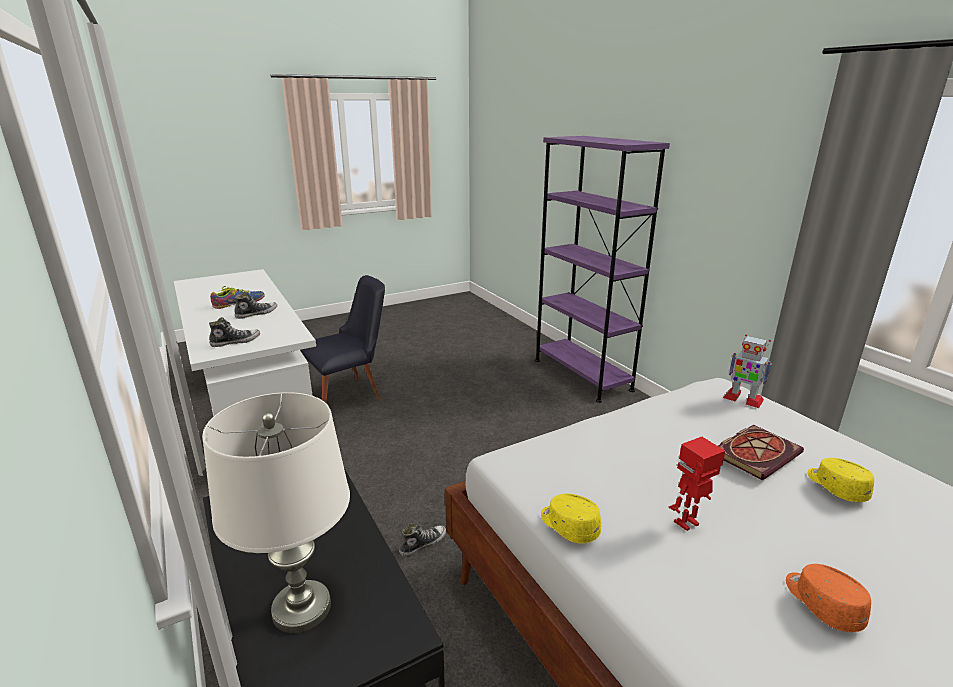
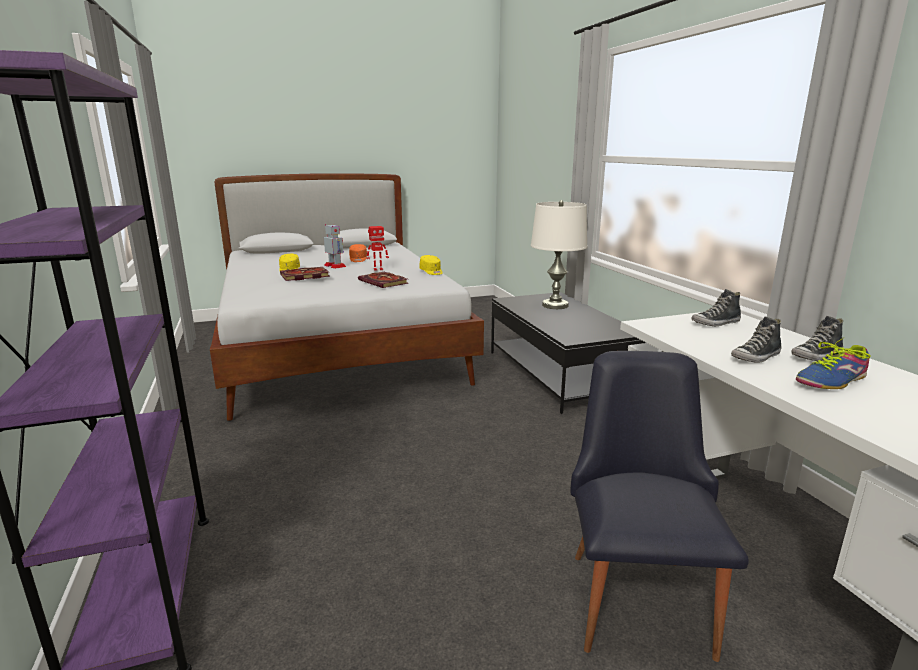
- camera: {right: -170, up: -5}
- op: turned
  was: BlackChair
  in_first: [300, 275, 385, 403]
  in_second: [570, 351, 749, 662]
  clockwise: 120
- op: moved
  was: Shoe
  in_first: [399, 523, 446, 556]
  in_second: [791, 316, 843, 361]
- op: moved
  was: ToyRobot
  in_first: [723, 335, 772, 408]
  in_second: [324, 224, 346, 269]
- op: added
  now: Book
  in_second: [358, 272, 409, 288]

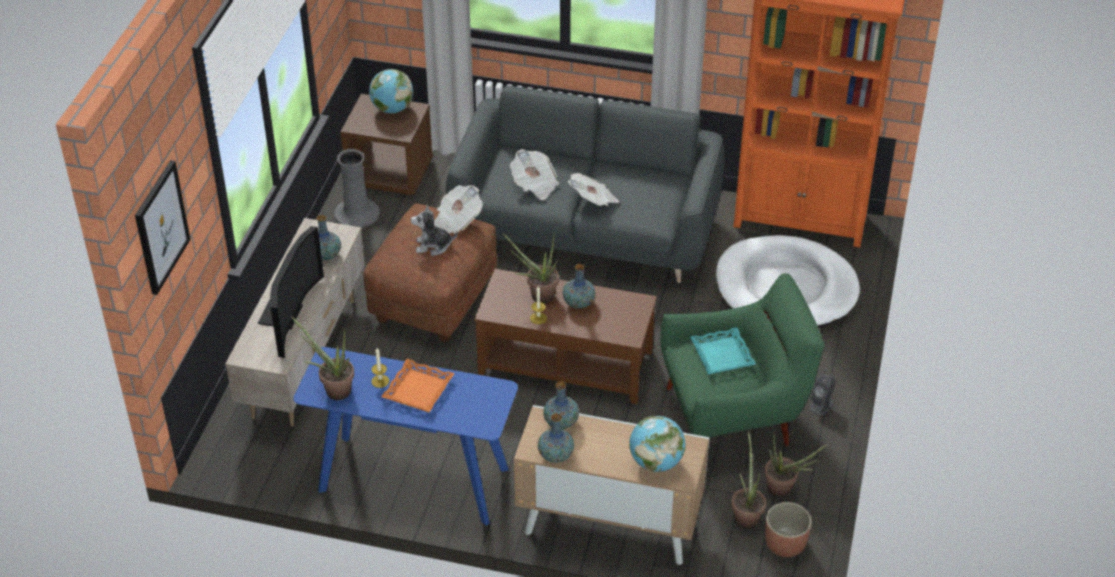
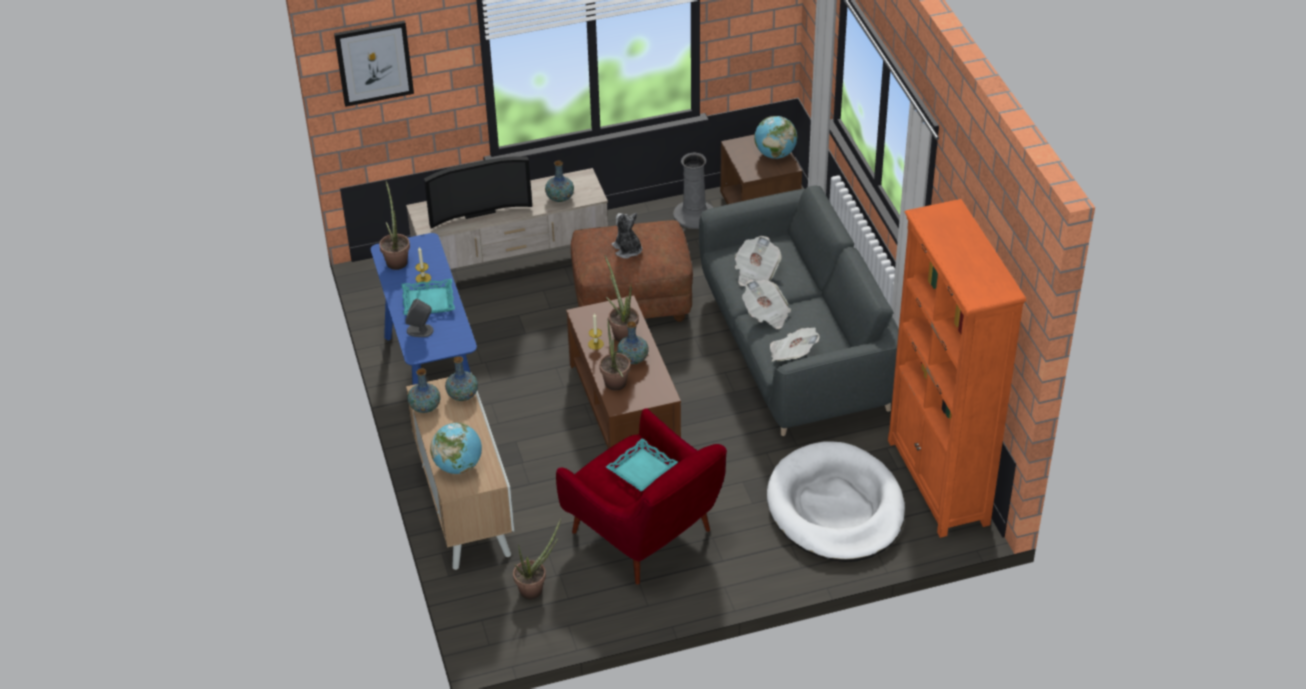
- camera: {right: 60, up: 0}
- op: recoloured
  was: OrangeTray
  now: TurquoiseTray
  in_first: [381, 359, 455, 412]
  in_second: [402, 279, 455, 315]
- op: moved
  was: Newspaper
  in_first: [434, 185, 483, 235]
  in_second: [770, 328, 820, 362]
- op: recoloured
  was: GreenArmchair
  now: RedArmchair
  in_first: [661, 273, 825, 446]
  in_second: [556, 408, 727, 584]
- op: moved
  was: PottedPlant
  in_first: [765, 433, 827, 497]
  in_second: [599, 321, 631, 391]
- op: removed
  was: Planter
  in_first: [765, 502, 812, 557]
- op: moved
  was: GreySpeaker
  in_first: [810, 374, 836, 415]
  in_second: [405, 299, 433, 337]

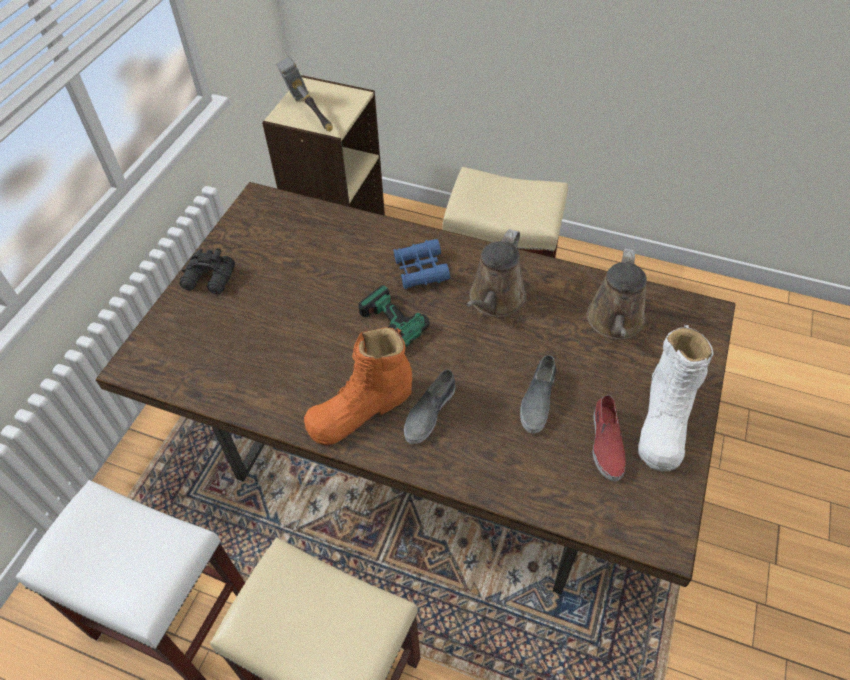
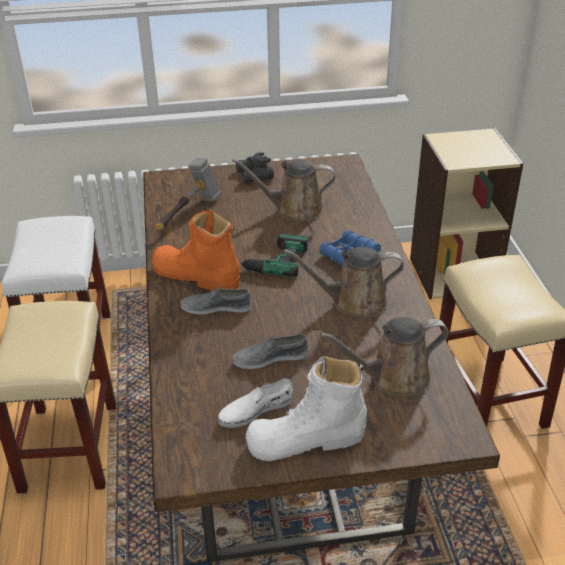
- camera: {right: 60, up: -15}
- op: moved
  was: Hammer
  in_first: [276, 56, 333, 131]
  in_second: [156, 158, 221, 230]
- op: recoloured
  was: RedShoe
  now: WhiteShoe
  in_first: [592, 395, 626, 481]
  in_second: [218, 378, 293, 428]
- op: added
  now: BrownWateringCan
  in_second: [232, 159, 335, 221]

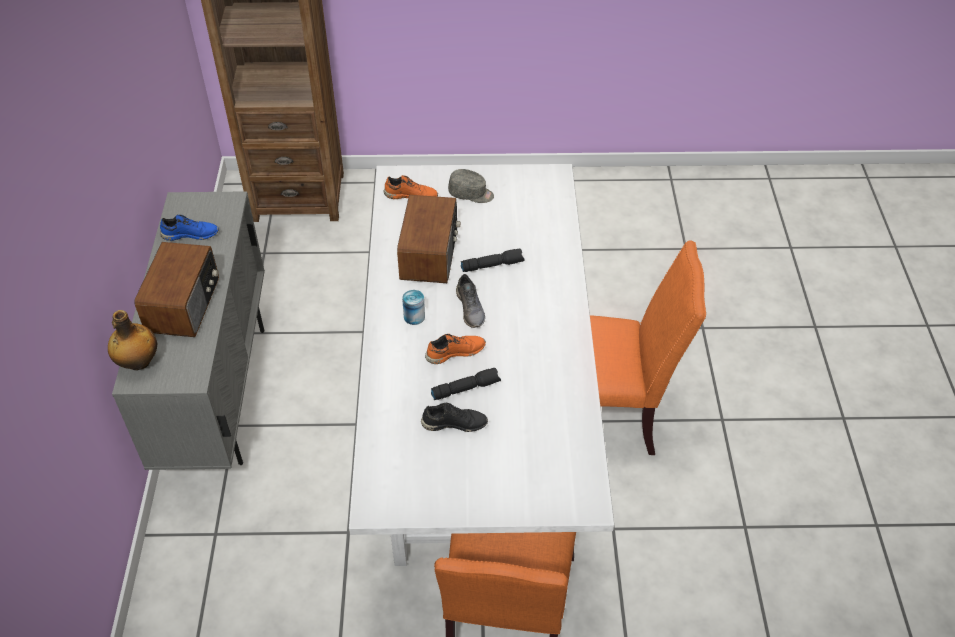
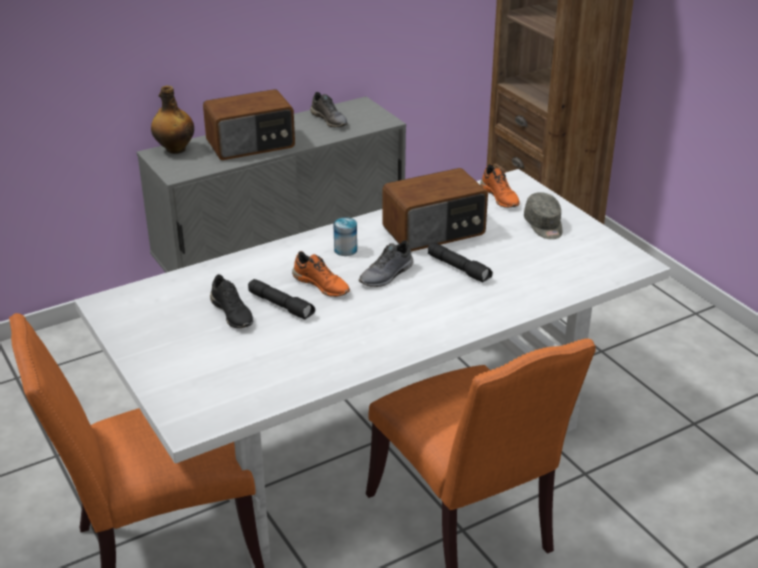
- camera: {right: 60, up: -15}
- op: recoloured
  was: BlueShoe
  now: GreyShoe
  in_first: [160, 215, 219, 241]
  in_second: [310, 92, 348, 127]

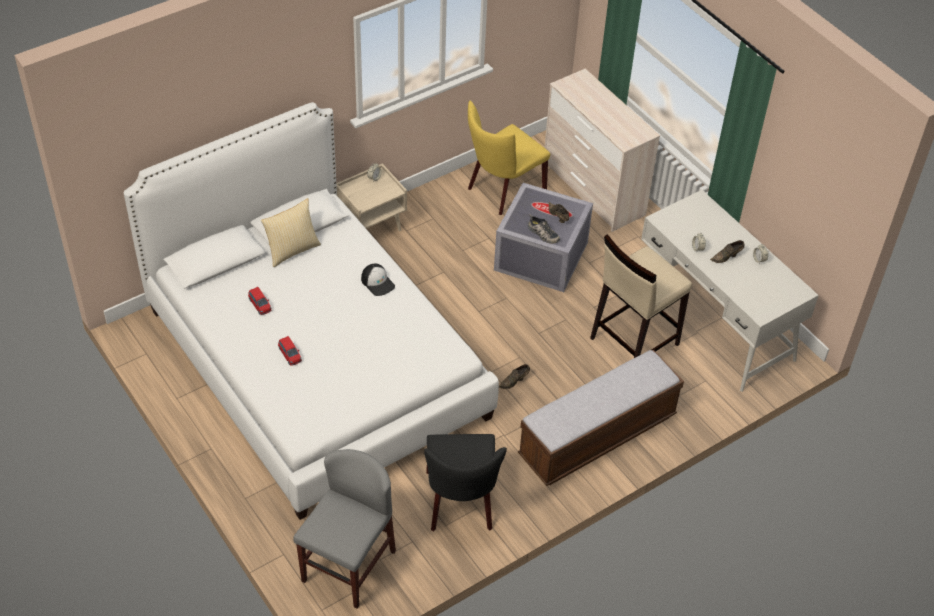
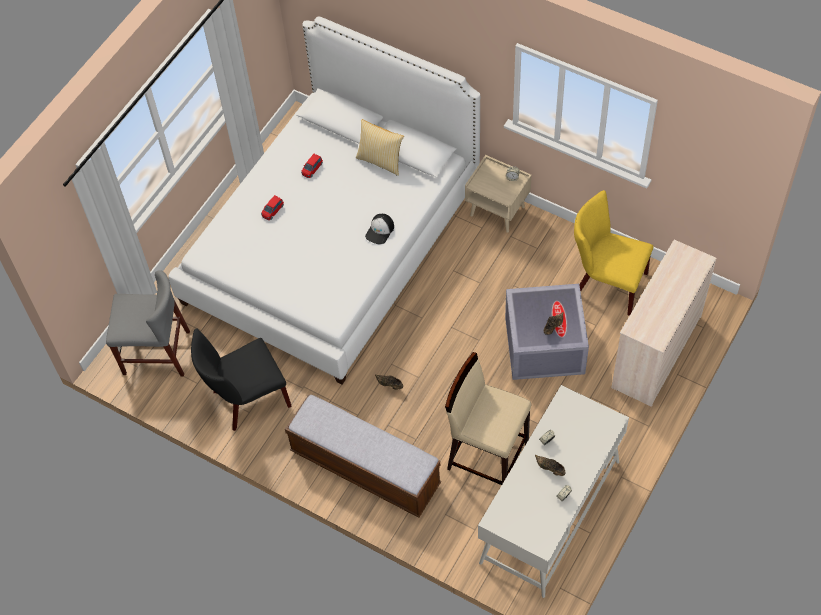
- camera: {right: 70, up: 10}
- op: removed
  was: Shoe
  in_first: [528, 214, 560, 244]

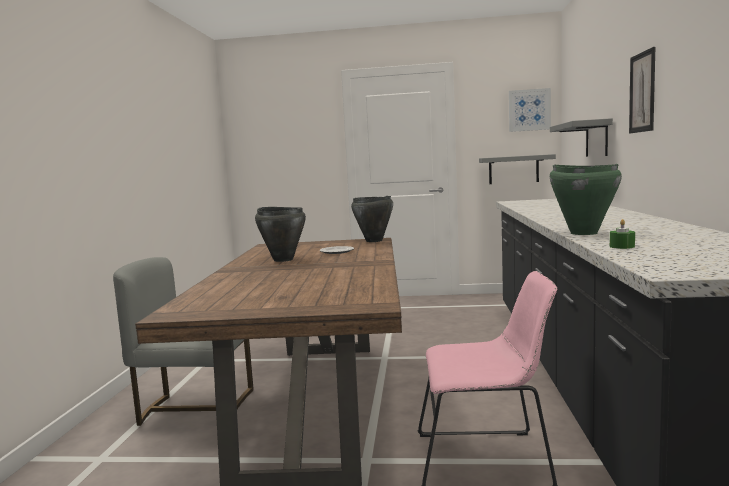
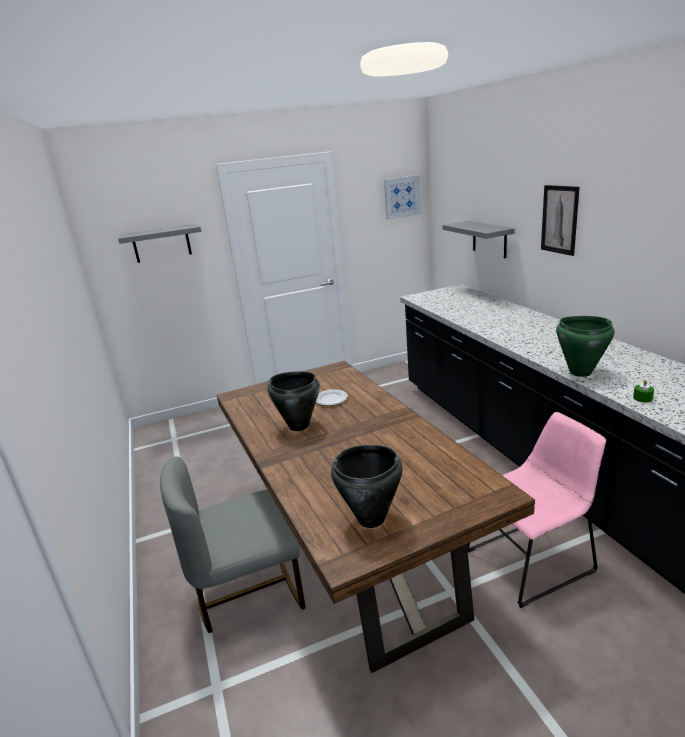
- camera: {right: -25, up: 15}
- op: moved
  was: BlackCookingPot
  in_first: [351, 196, 393, 242]
  in_second: [331, 445, 403, 528]
- op: moved
  was: GreyShelf
  in_first: [479, 154, 556, 184]
  in_second: [118, 224, 201, 263]

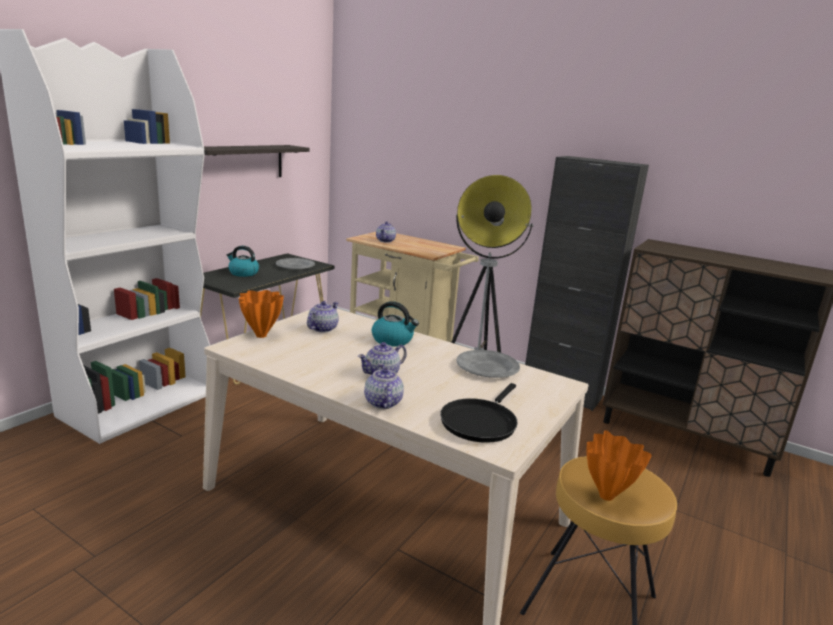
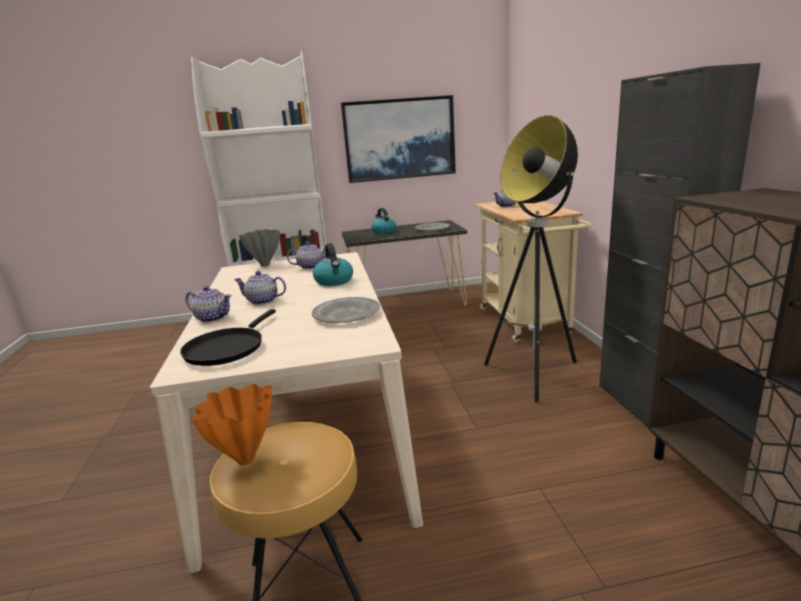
- camera: {right: 50, up: 0}
- op: replaced
  was: Shelf
  now: Picture
  in_first: [201, 145, 309, 183]
  in_second: [341, 95, 456, 183]
- op: recoloured
  was: OrangeVase
  now: GreyVase
  in_first: [239, 290, 284, 338]
  in_second: [239, 229, 280, 267]
- op: turned
  was: Teapot
  in_first: [364, 363, 404, 409]
  in_second: [185, 286, 232, 323]
  clockwise: 75
- op: turned
  was: BlackFryingPan
  in_first: [440, 383, 518, 443]
  in_second: [180, 309, 276, 366]
  clockwise: -60

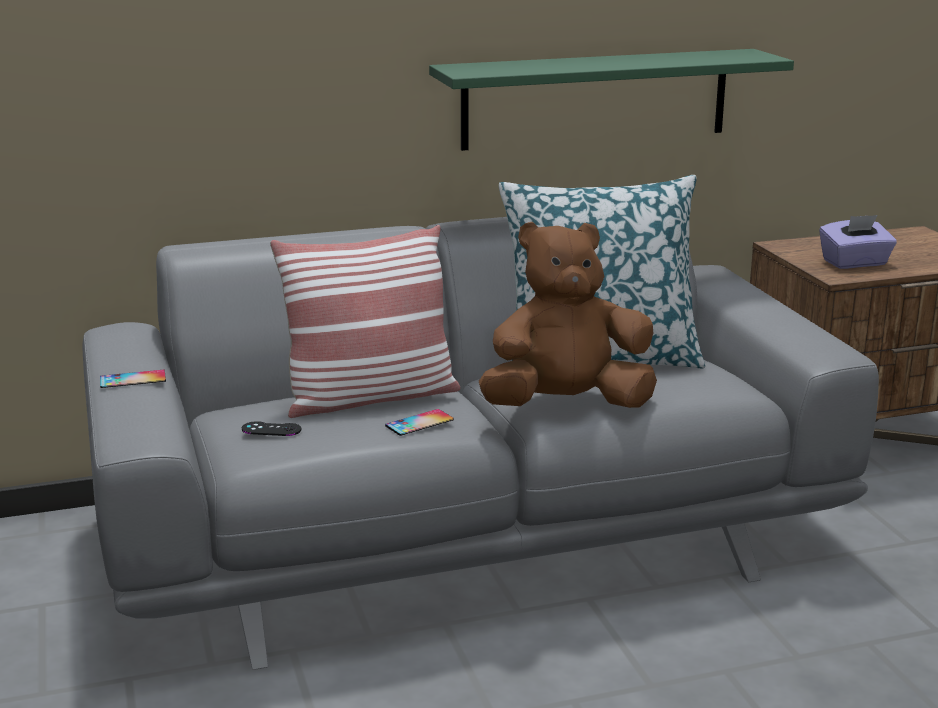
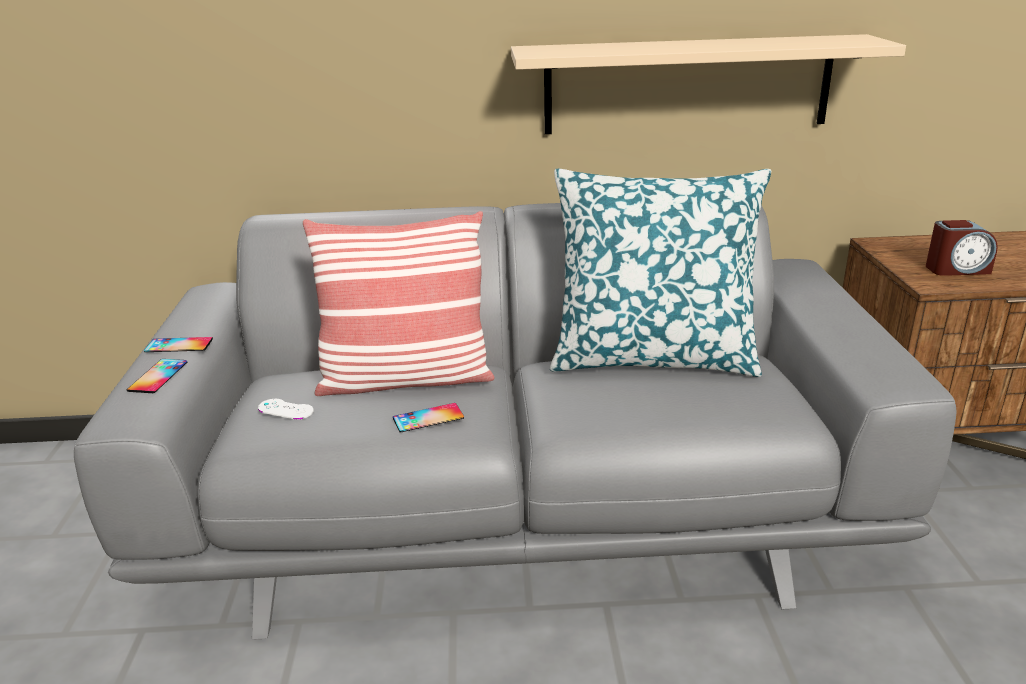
- camera: {right: 15, up: 5}
- op: recoloured
  was: BlackGameController
  now: WhiteGameController
  in_first: [242, 421, 301, 436]
  in_second: [258, 399, 314, 420]
- op: recoloured
  was: GreenShelf
  now: BeigeShelf
  in_first: [429, 49, 794, 151]
  in_second: [511, 34, 906, 134]
- op: removed
  was: BrownPlushToy
  in_first: [479, 222, 657, 408]
- op: replaced
  was: PurpleTissueBox
  now: AlarmClock
  in_first: [819, 215, 897, 269]
  in_second: [926, 220, 998, 276]
- op: added
  now: Phone
  in_second: [127, 359, 187, 393]

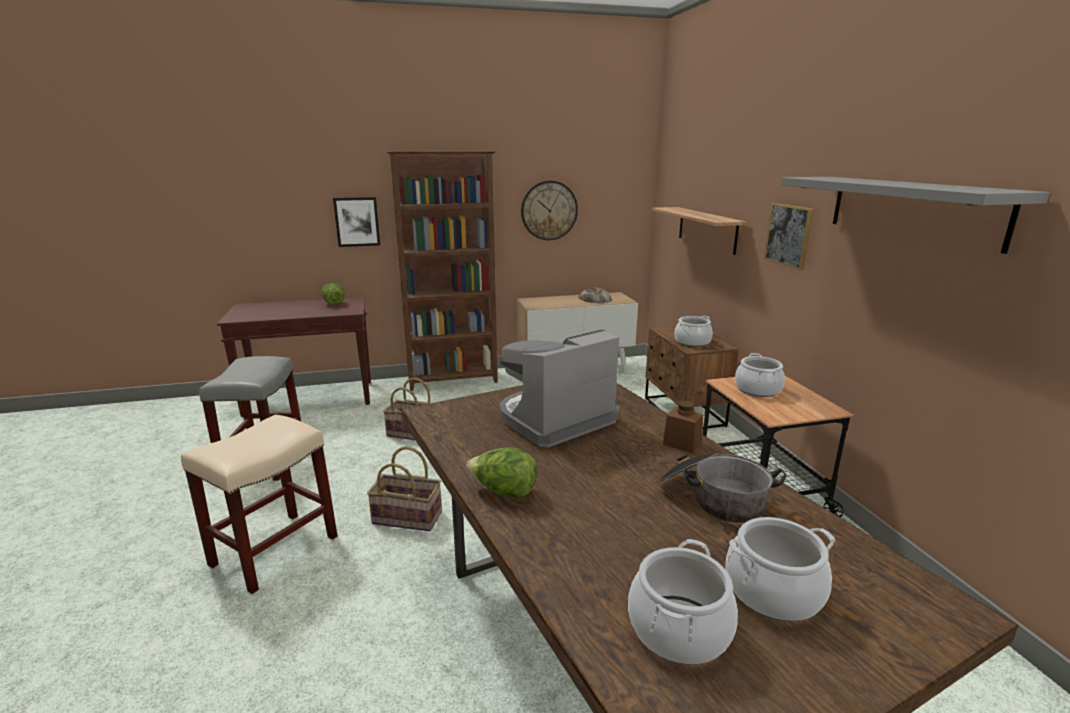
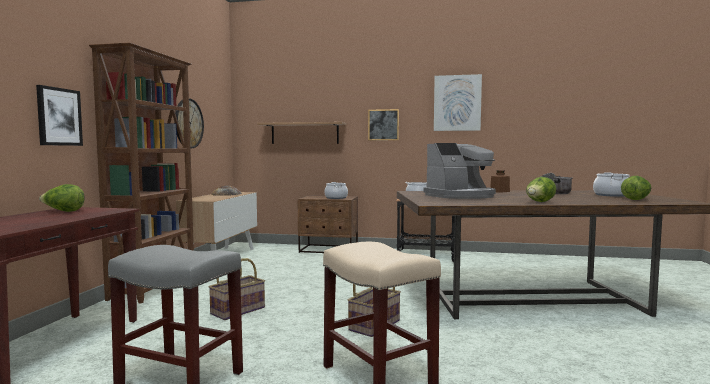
- camera: {right: -65, up: -15}
- op: turned
  was: CoffeeMachine
  in_first: [500, 329, 620, 448]
  in_second: [423, 143, 496, 199]
  clockwise: -105
- op: replaced
  was: CookingPot
  now: Lettuce
  in_first: [628, 539, 738, 664]
  in_second: [621, 176, 651, 200]
- op: replaced
  was: GreyShelf
  now: Picture
  in_first: [781, 177, 1050, 254]
  in_second: [434, 74, 482, 131]

